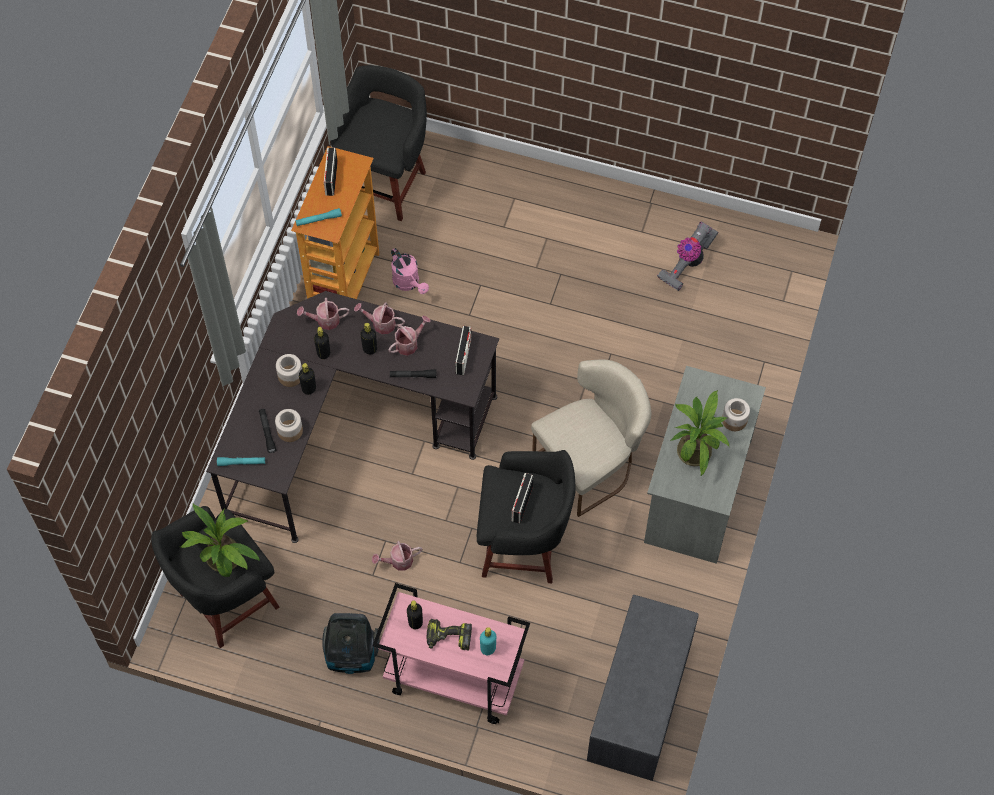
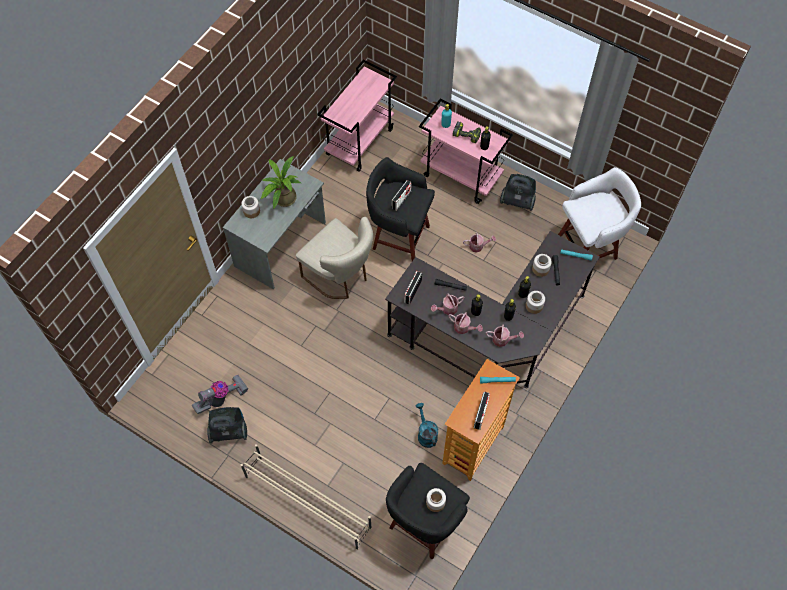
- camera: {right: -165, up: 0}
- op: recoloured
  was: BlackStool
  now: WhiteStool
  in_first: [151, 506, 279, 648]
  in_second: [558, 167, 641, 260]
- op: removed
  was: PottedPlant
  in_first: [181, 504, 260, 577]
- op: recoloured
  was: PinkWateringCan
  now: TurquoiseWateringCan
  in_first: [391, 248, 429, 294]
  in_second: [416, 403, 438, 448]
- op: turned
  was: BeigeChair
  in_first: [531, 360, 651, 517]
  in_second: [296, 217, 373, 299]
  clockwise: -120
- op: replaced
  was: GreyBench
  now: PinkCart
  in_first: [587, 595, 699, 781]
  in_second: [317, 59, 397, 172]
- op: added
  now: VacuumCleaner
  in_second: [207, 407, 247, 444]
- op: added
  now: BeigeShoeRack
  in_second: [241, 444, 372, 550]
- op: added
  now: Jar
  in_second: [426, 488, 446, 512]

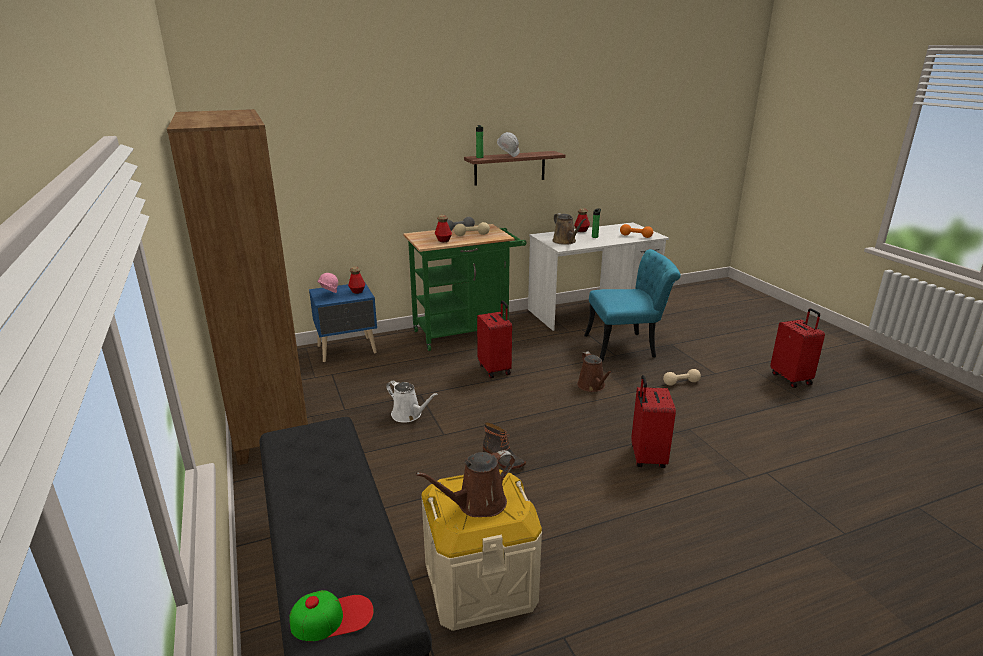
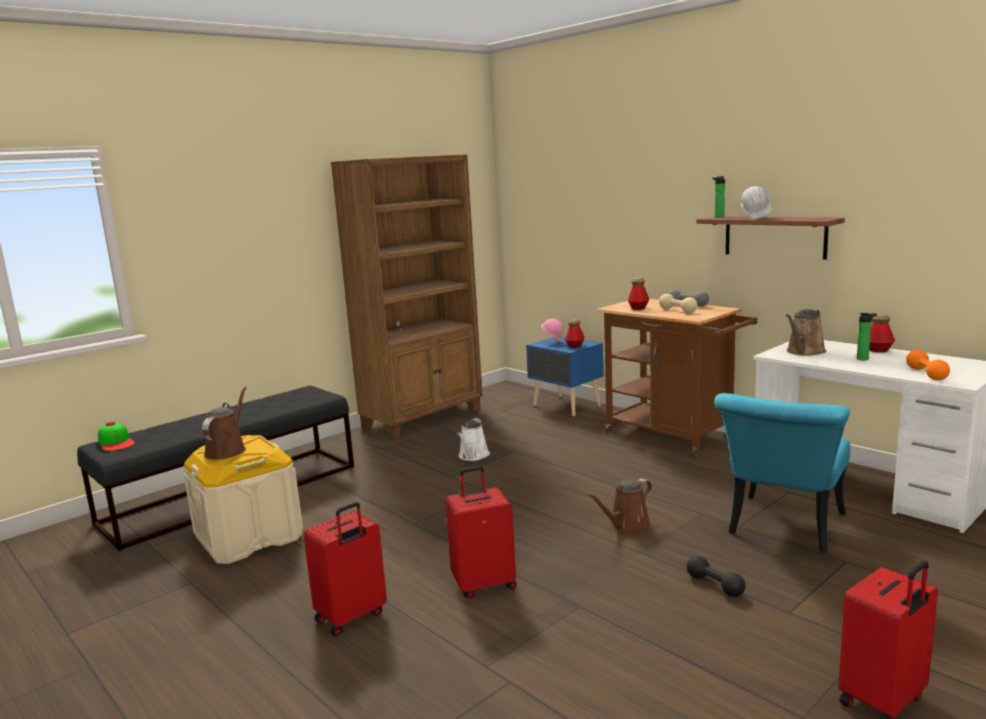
- camera: {right: 70, up: -10}
- op: recoloured
  was: GreenCart
  now: BrownCart
  in_first: [403, 224, 526, 351]
  in_second: [597, 299, 758, 457]
- op: turned
  was: BrownWateringCan
  in_first: [416, 450, 515, 517]
  in_second: [202, 387, 247, 460]
  clockwise: 60
- op: moved
  was: RedSuitcase
  in_first: [477, 301, 512, 378]
  in_second: [303, 502, 387, 636]
- op: removed
  was: Boot
  in_first: [483, 422, 526, 469]
- op: turned
  was: TurquoiseChair
  in_first: [584, 249, 681, 361]
  in_second: [714, 393, 851, 553]
  clockwise: 60
- op: recoloured
  was: BeigeDumbbell
  now: BlackDumbbell
  in_first: [663, 369, 701, 386]
  in_second: [687, 556, 746, 597]

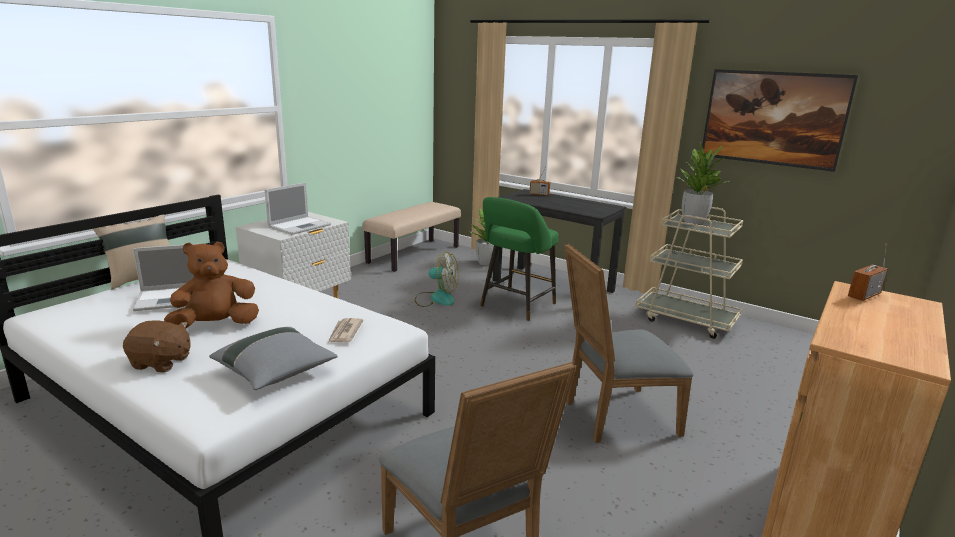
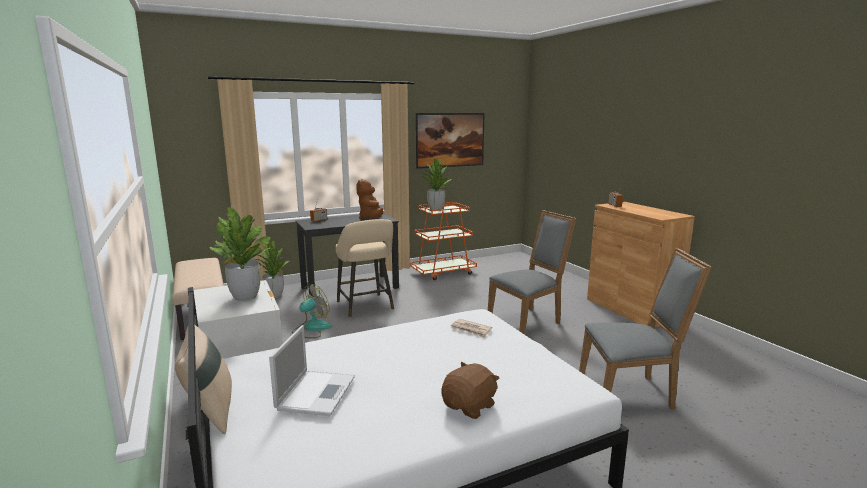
- camera: {right: -60, up: -5}
- op: moved
  was: BrownPlushToy
  in_first: [164, 241, 259, 328]
  in_second: [356, 179, 384, 219]
- op: removed
  was: GreyPillow
  in_first: [209, 327, 338, 390]
- op: replaced
  was: Laptop
  now: PottedPlant
  in_first: [265, 182, 331, 235]
  in_second: [210, 208, 271, 301]
- op: recoloured
  was: GreenStool
  now: BeigeStool
  in_first: [480, 197, 559, 321]
  in_second: [336, 219, 394, 317]
- op: turned
  was: GreyChair
  in_first: [564, 244, 693, 443]
  in_second: [488, 210, 576, 335]
  clockwise: -135
- op: recoloured
  was: BeigeCart
  now: OrangeCart
  in_first: [635, 207, 743, 339]
  in_second: [410, 202, 477, 280]

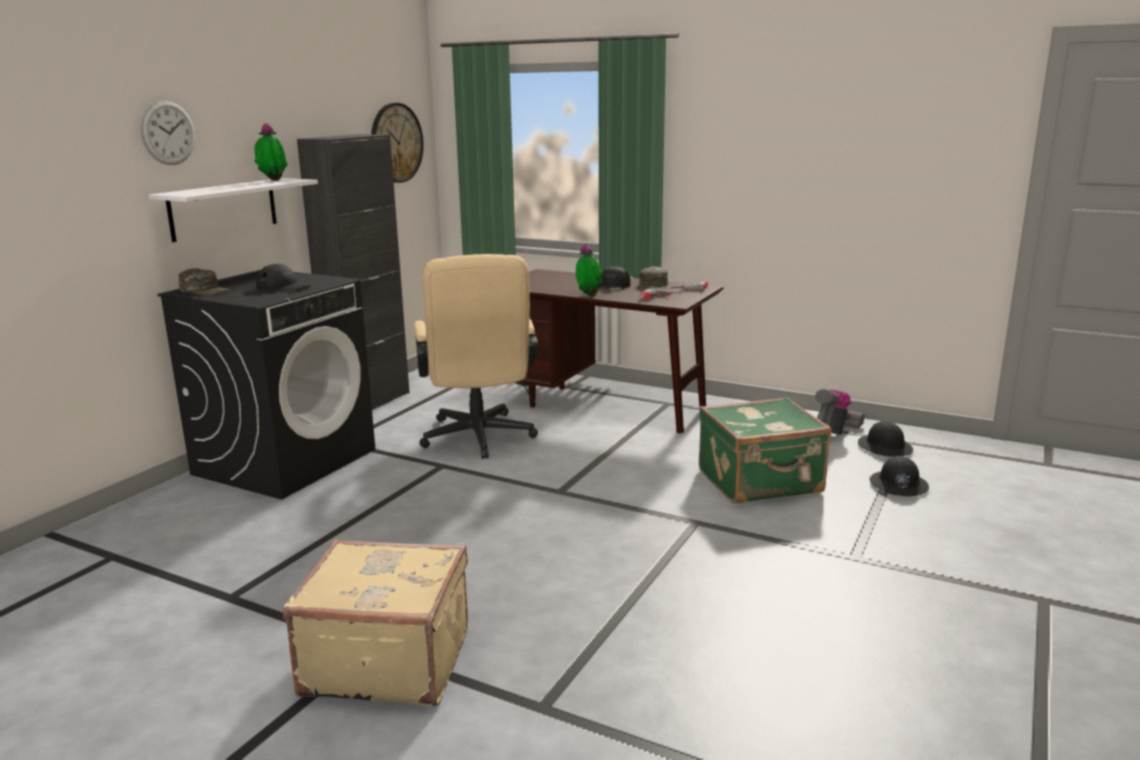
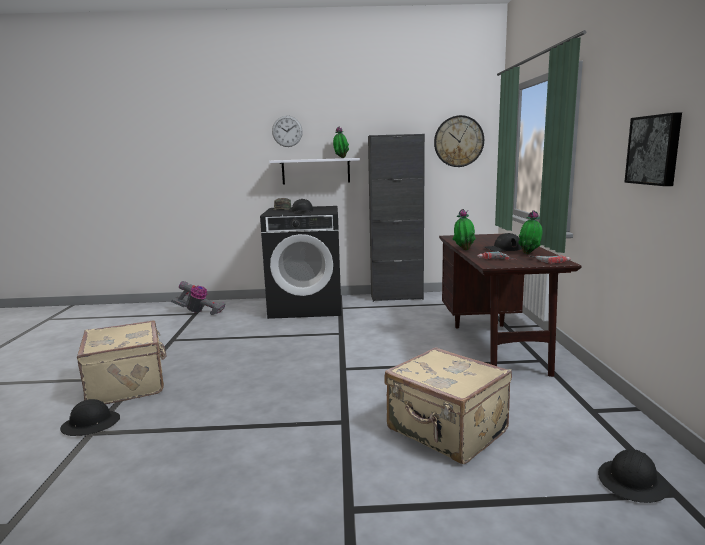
- camera: {right: 60, up: -5}
- op: removed
  was: BeigeOfficeChair
  in_first: [414, 254, 538, 459]
- op: replaced
  was: GreenCap
  now: PottedPlant
  in_first: [637, 266, 668, 290]
  in_second: [518, 210, 543, 254]
- op: recoloured
  was: GreenSuitcase
  now: BeigeSuitcase
  in_first: [699, 397, 831, 503]
  in_second: [384, 347, 512, 464]
- op: moved
  was: VacuumCleaner
  in_first: [815, 389, 865, 435]
  in_second: [171, 281, 225, 315]
- op: moved
  was: BlackHardHat
  in_first: [870, 456, 929, 496]
  in_second: [60, 399, 120, 436]
- op: added
  now: Picture
  in_second: [624, 112, 682, 186]

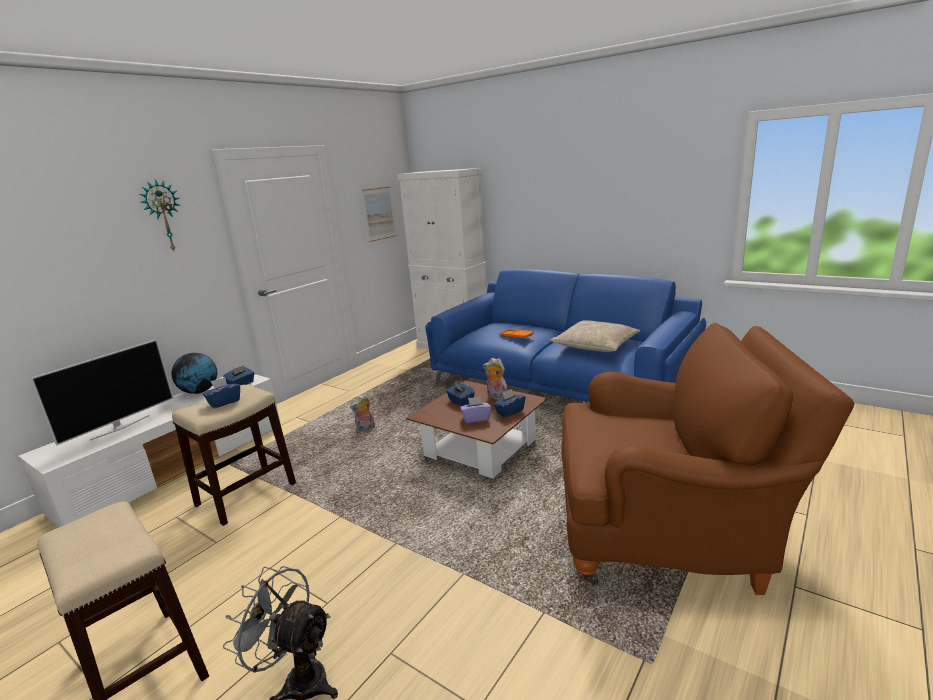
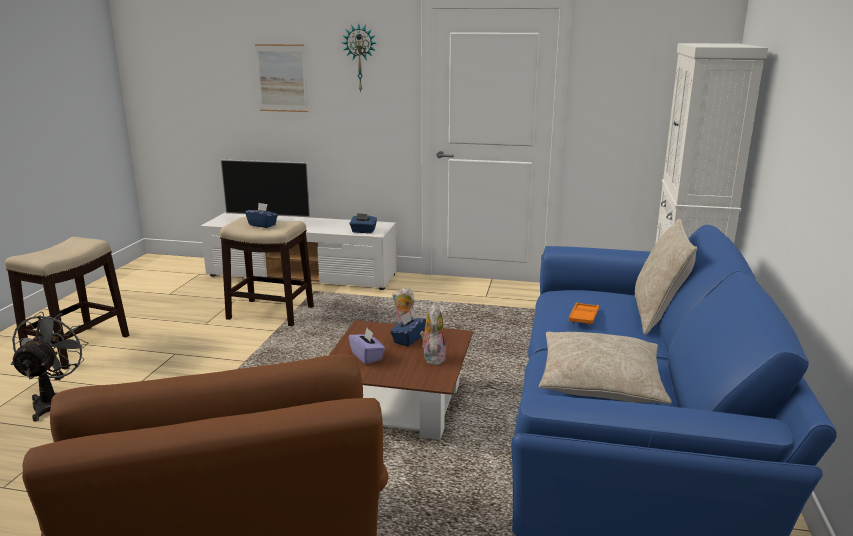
- camera: {right: 65, up: 0}
- op: removed
  was: Globe
  in_first: [171, 353, 217, 394]
- op: moved
  was: Picture
  in_first: [362, 186, 397, 242]
  in_second: [255, 44, 308, 112]
- op: removed
  was: BlueTissueBox
  in_first: [494, 389, 526, 417]
- op: added
  now: BeigePillow
  in_second: [635, 219, 697, 335]

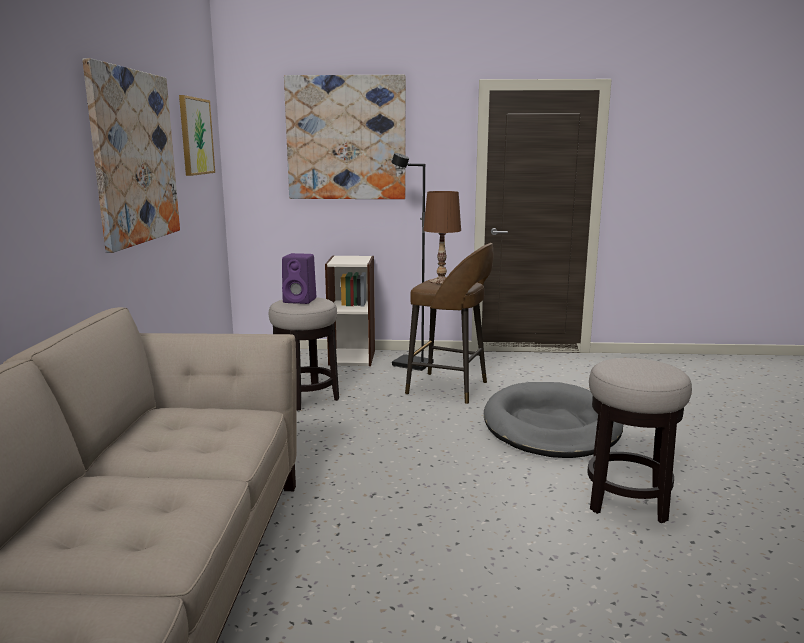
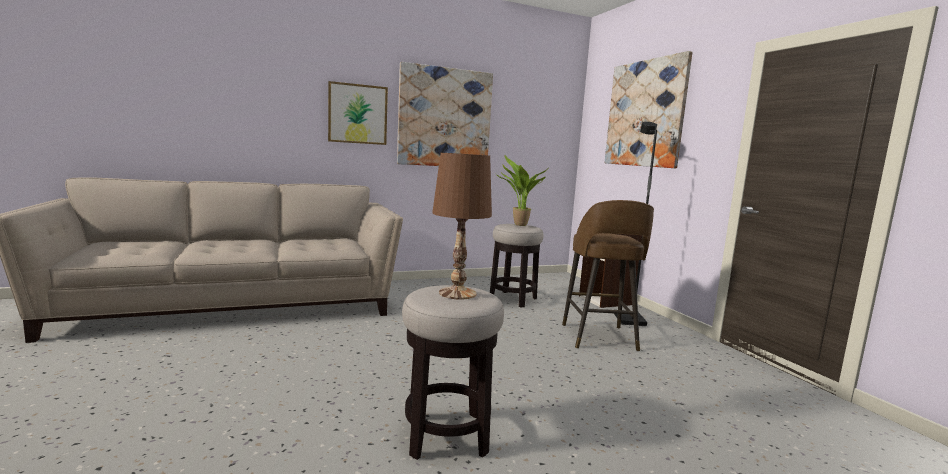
- camera: {right: 65, up: -5}
- op: moved
  was: Picture
  in_first: [179, 95, 215, 176]
  in_second: [328, 81, 388, 145]
- op: replaced
  was: PurpleSpeaker
  now: PottedPlant
  in_first: [282, 253, 316, 304]
  in_second: [495, 155, 548, 226]
- op: moved
  was: BrownTableLamp
  in_first: [423, 191, 461, 284]
  in_second: [432, 153, 492, 300]
- op: removed
  was: GreyDogBed
  in_first: [484, 382, 623, 458]

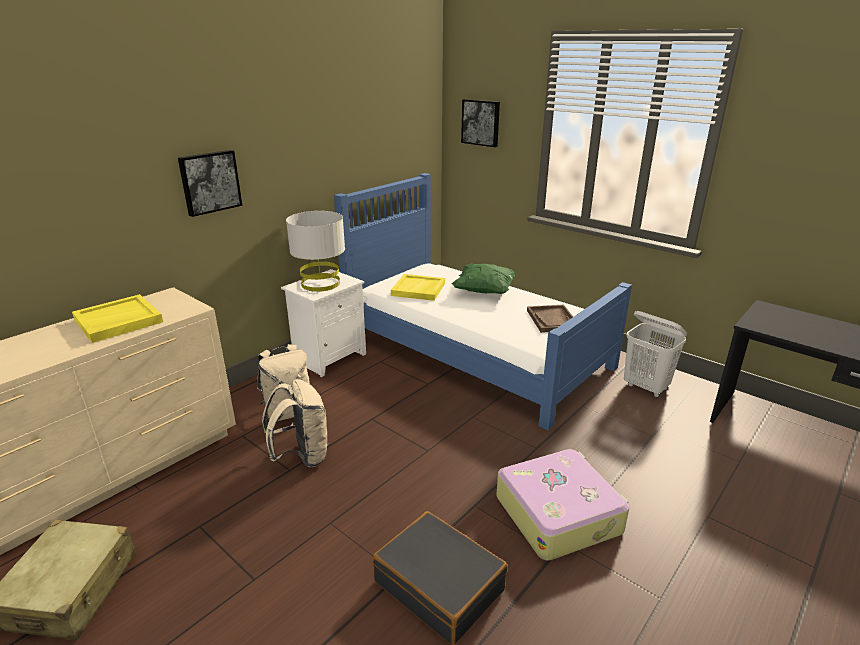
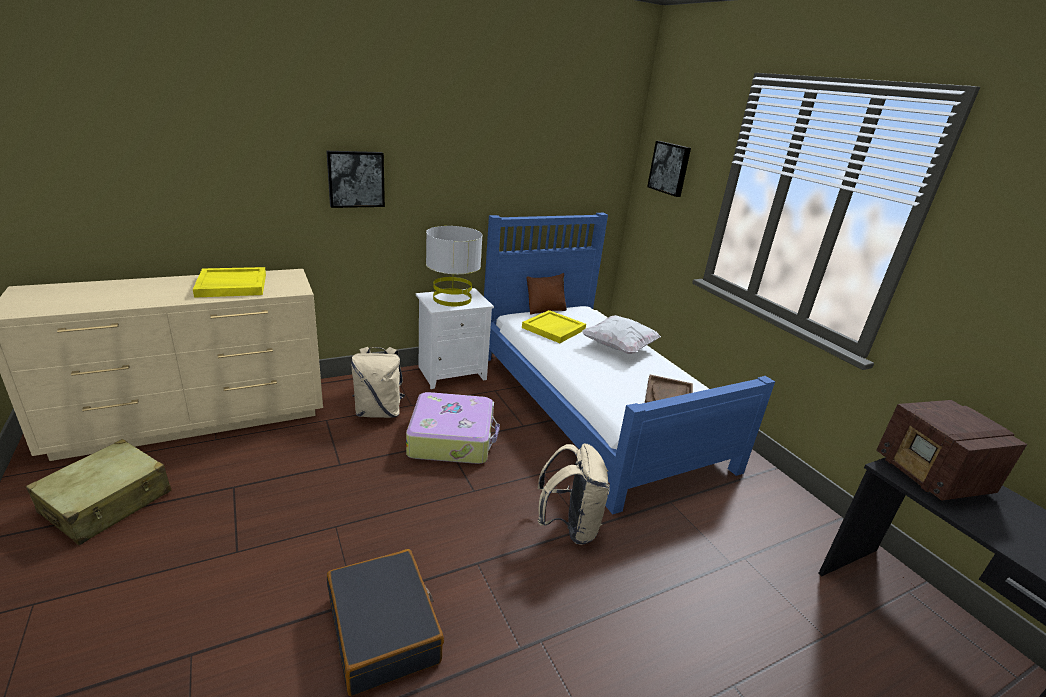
- camera: {right: 20, up: 0}
- op: moved
  was: BeigeBackpack
  in_first: [262, 379, 329, 467]
  in_second: [538, 443, 610, 545]
- op: recoloured
  was: GreenPillow
  now: WhitePillow
  in_first: [451, 264, 516, 294]
  in_second: [582, 315, 661, 354]
- op: moved
  was: Suitcase
  in_first: [496, 449, 629, 561]
  in_second: [406, 392, 500, 464]
- op: removed
  was: WhiteLaundryBasket
  in_first: [624, 311, 687, 398]
- op: added
  now: BrownPillow
  in_second: [526, 273, 567, 315]
- op: added
  now: Radio
  in_second: [876, 400, 1027, 501]

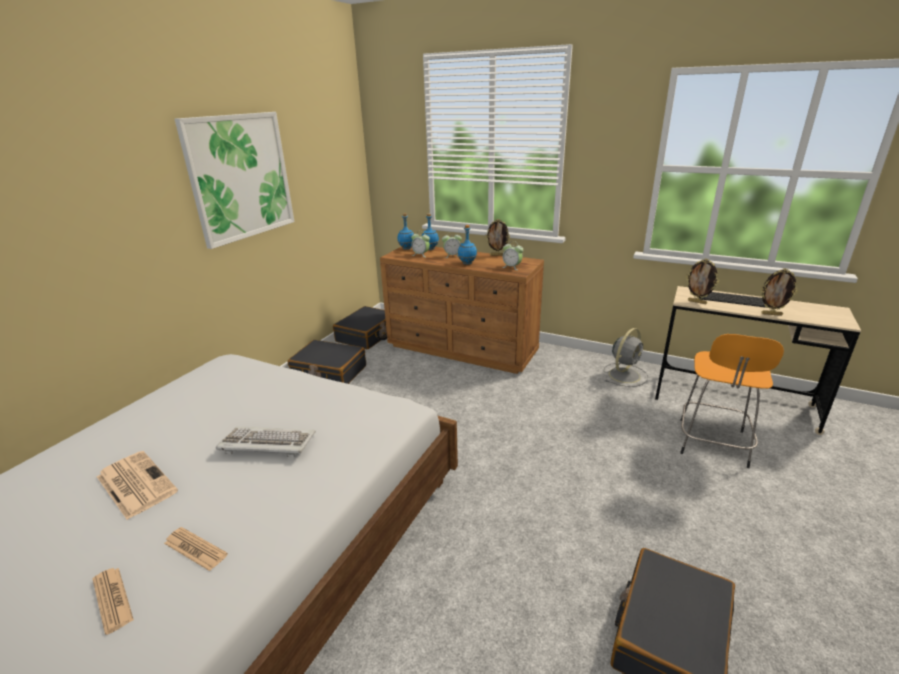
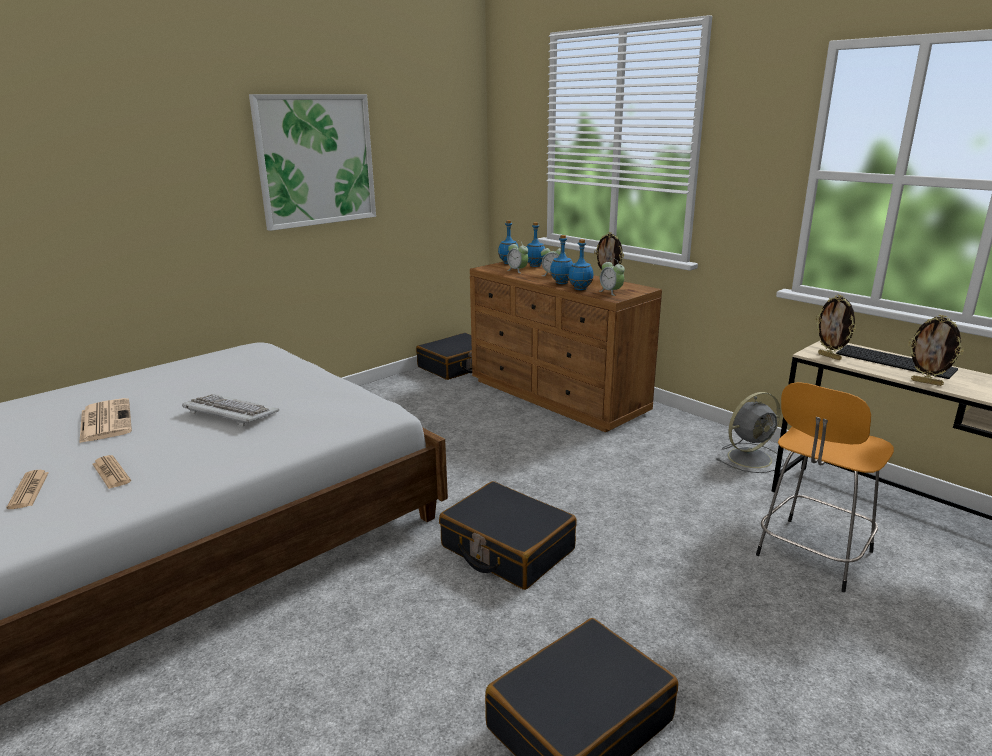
- camera: {right: 20, up: -5}
- op: moved
  was: BlackSuitcase
  in_first: [288, 340, 366, 384]
  in_second: [439, 481, 577, 590]
- op: added
  now: BlueBottle
  in_second: [568, 239, 594, 290]

